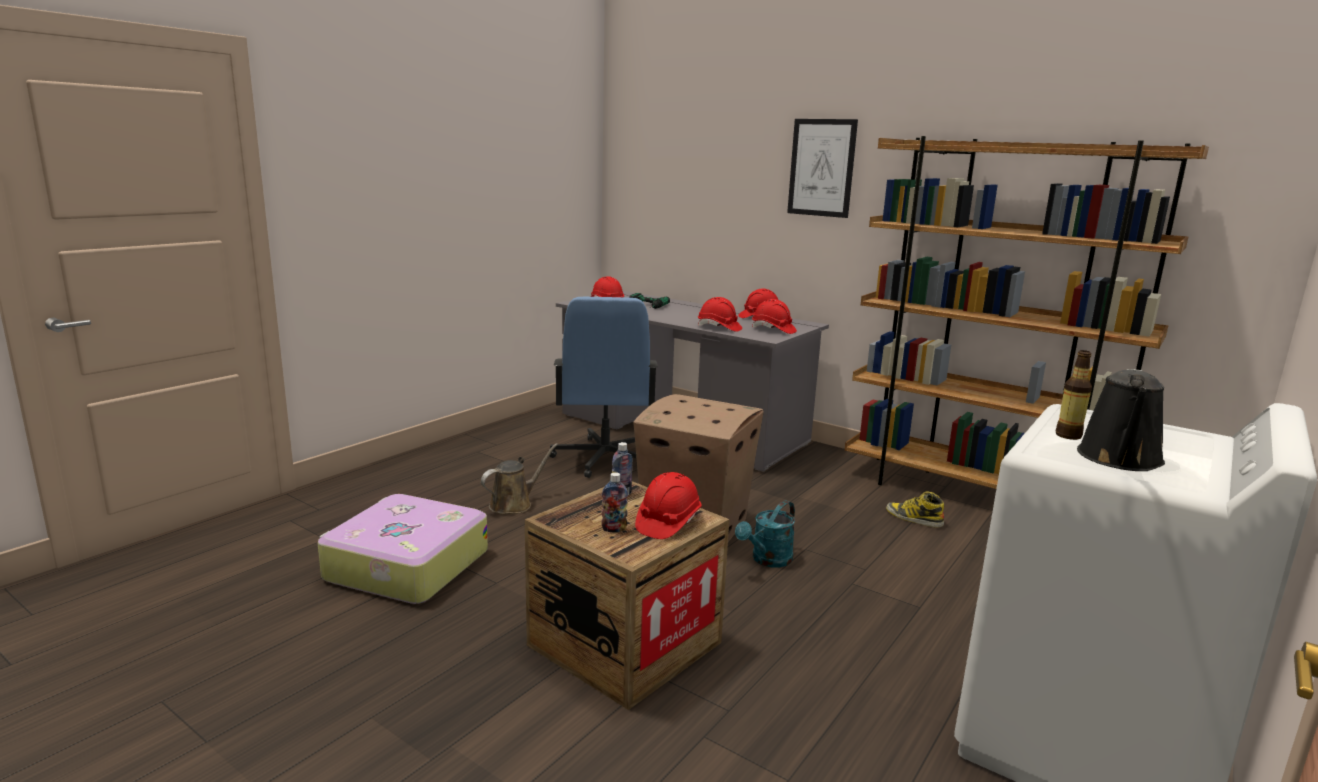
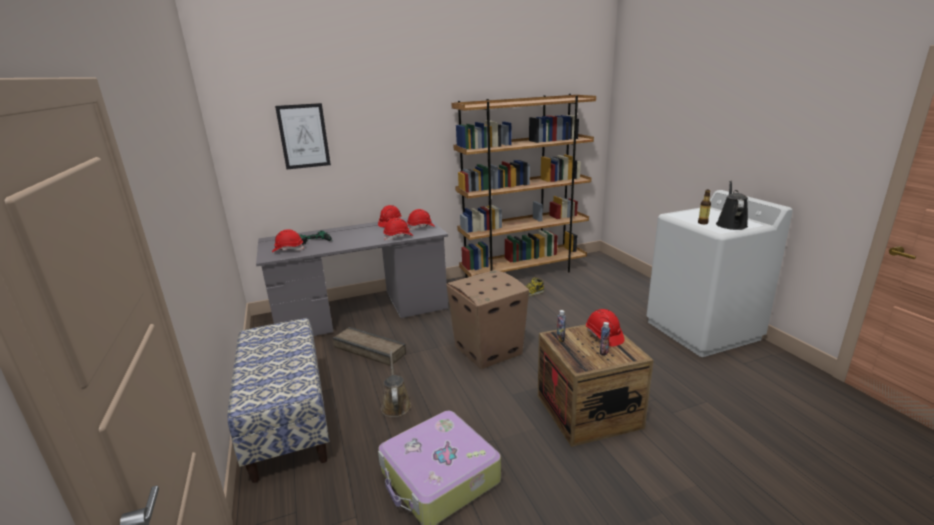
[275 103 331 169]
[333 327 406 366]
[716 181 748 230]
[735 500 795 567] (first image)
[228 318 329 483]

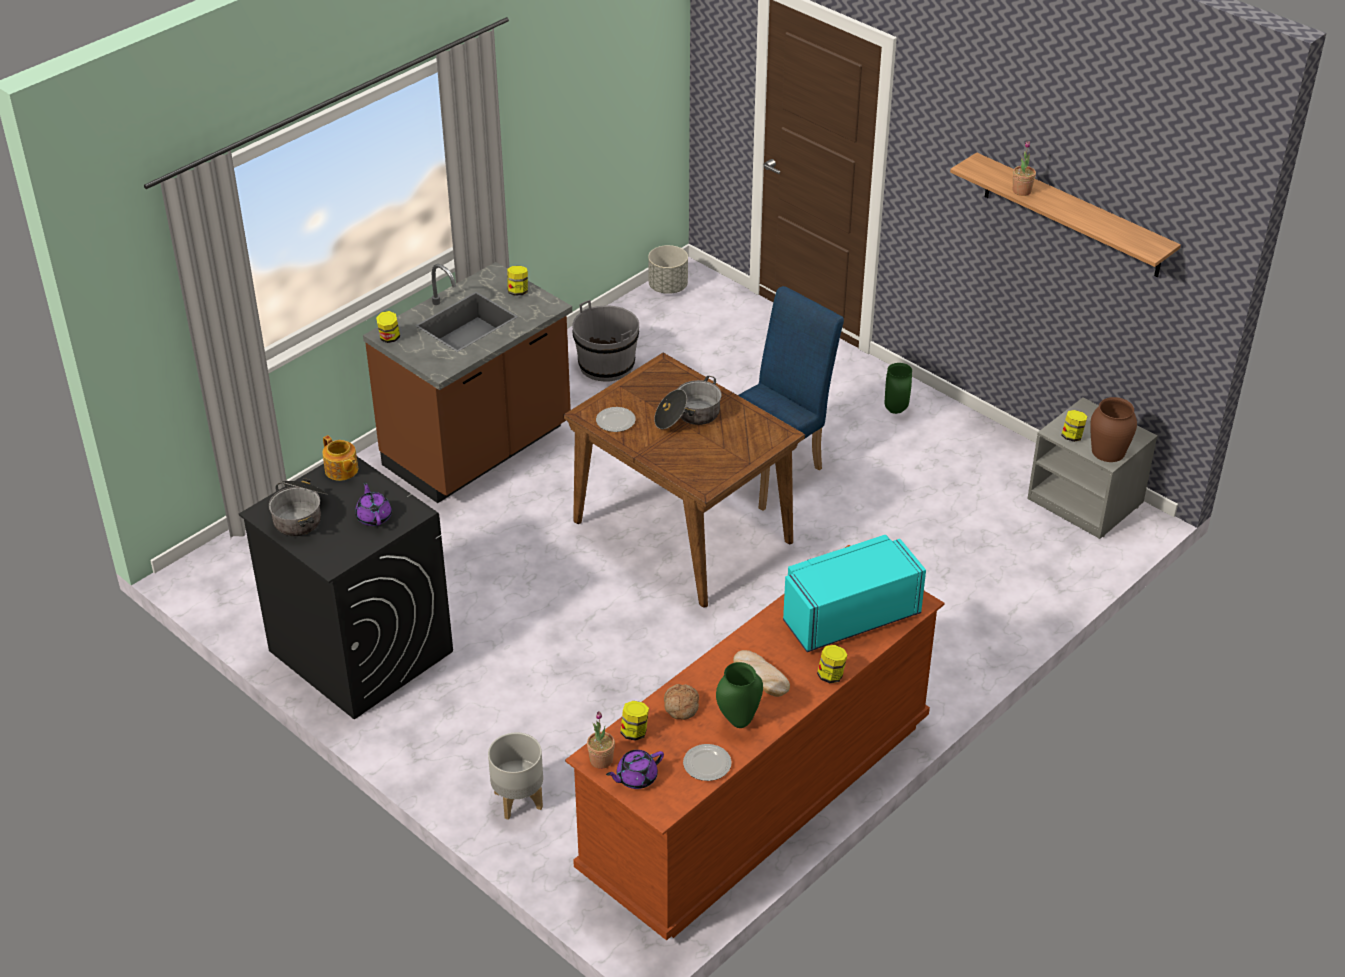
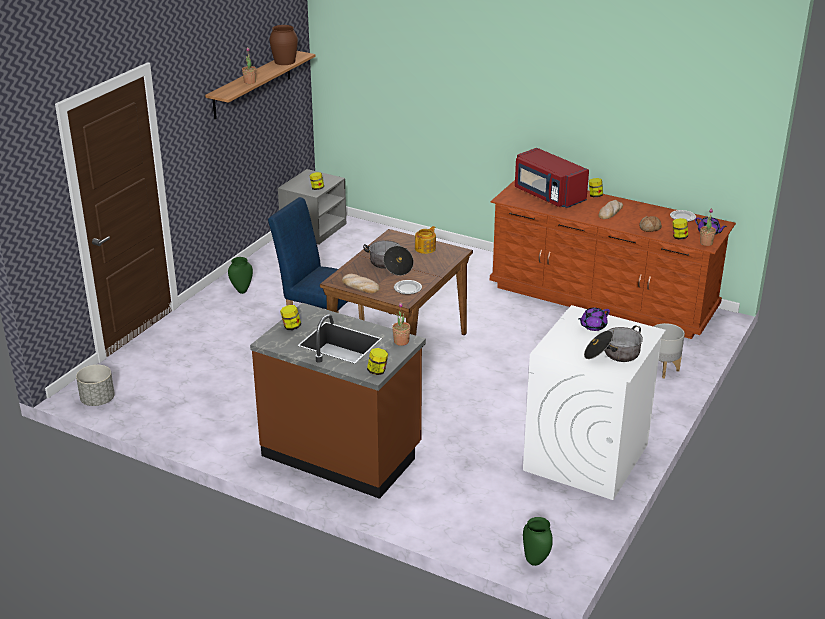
[572 300 639 382] (first image)
[270 25 298 65]
[415 226 436 254]
[523 305 666 500]
[515 148 589 208]
[523 517 553 566]
[342 274 380 293]
[392 302 411 346]

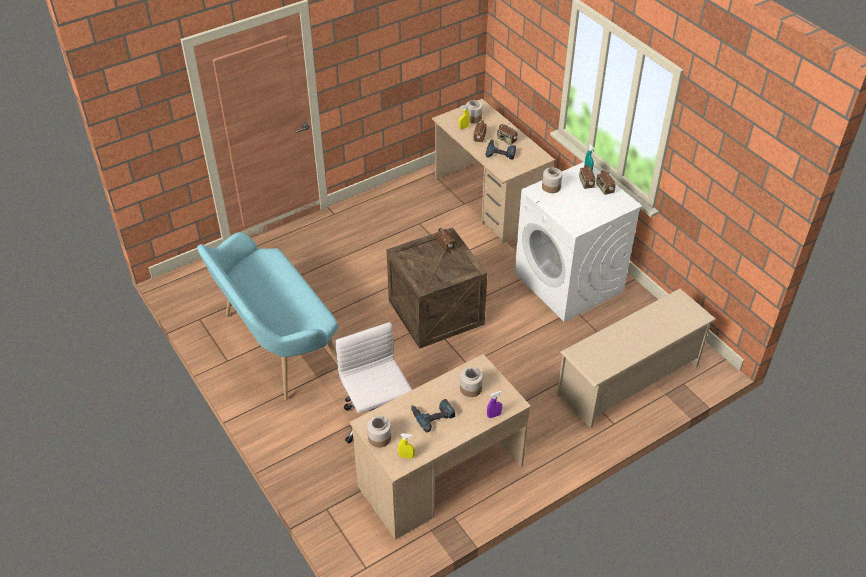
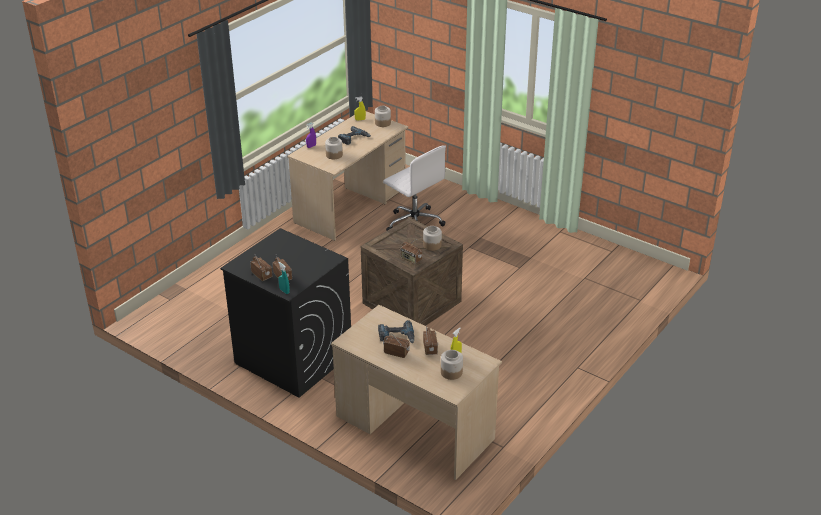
[220 228 351 398]
[423 226 442 251]
[197 232 338 400] (first image)
[557 288 716 428] (first image)

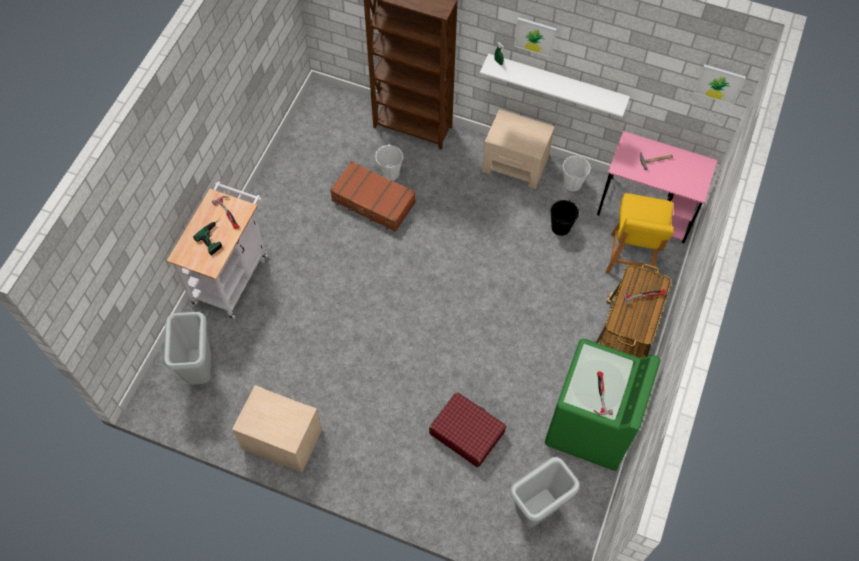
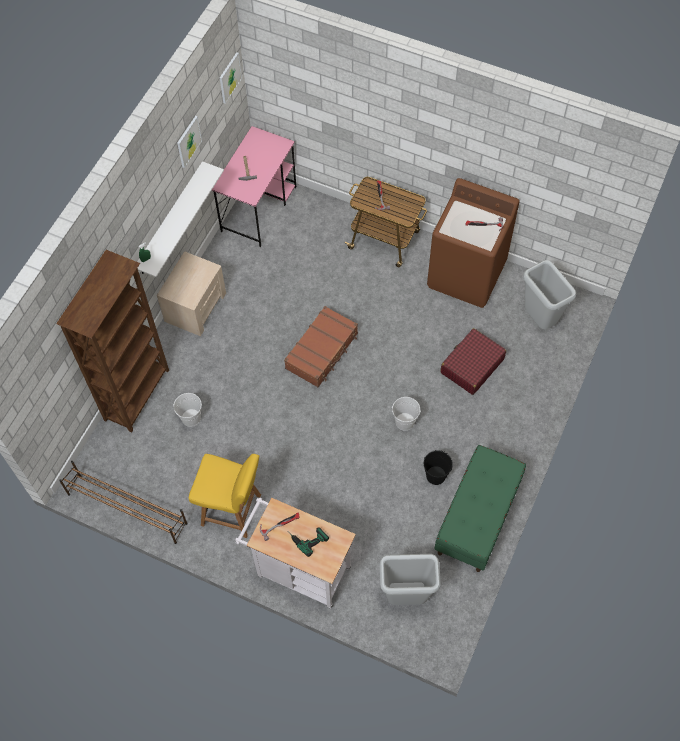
[177 116 202 168]
[392 397 421 431]
[284 306 358 387]
[189 454 261 538]
[424 450 453 485]
[427 178 520 308]
[434 445 526 572]
[59 461 188 544]

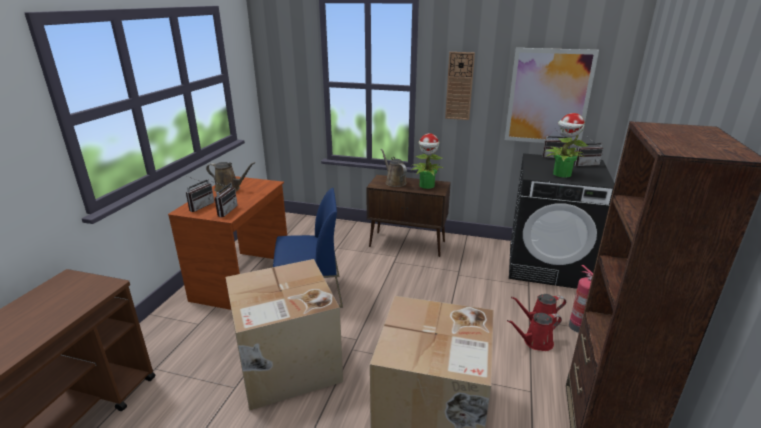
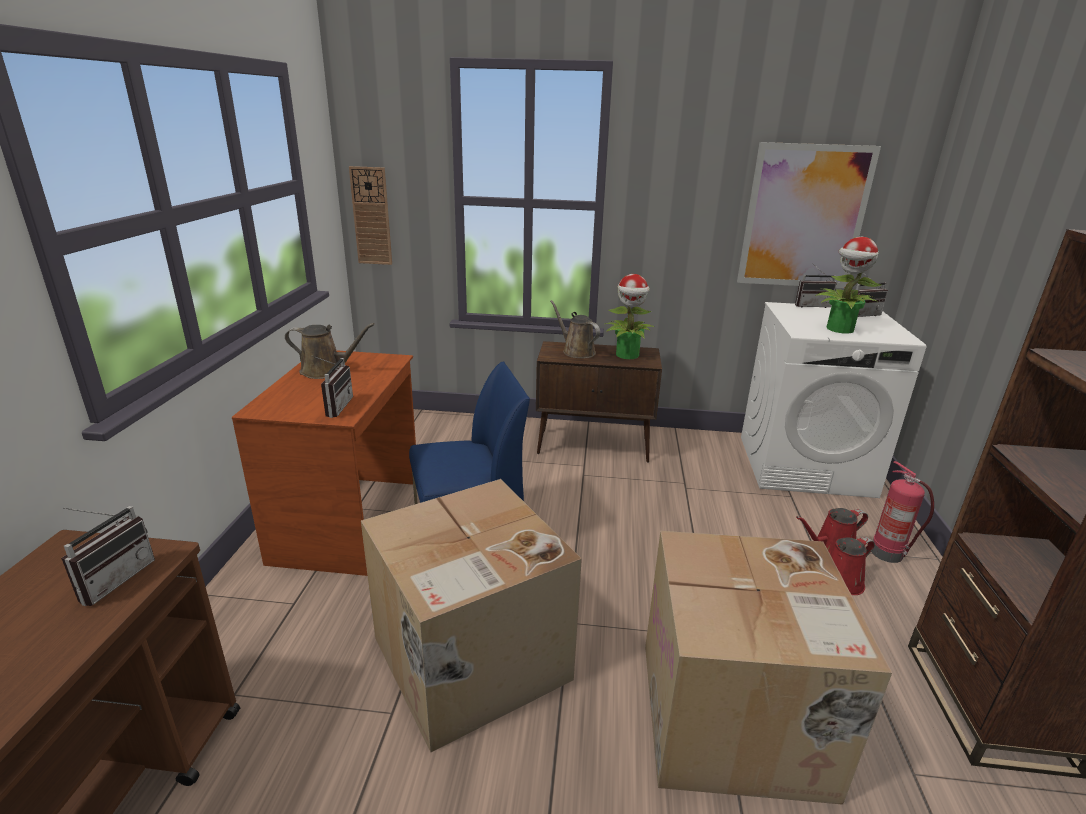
[349 166 392 265]
[741 302 926 498]
[61 506 155 606]

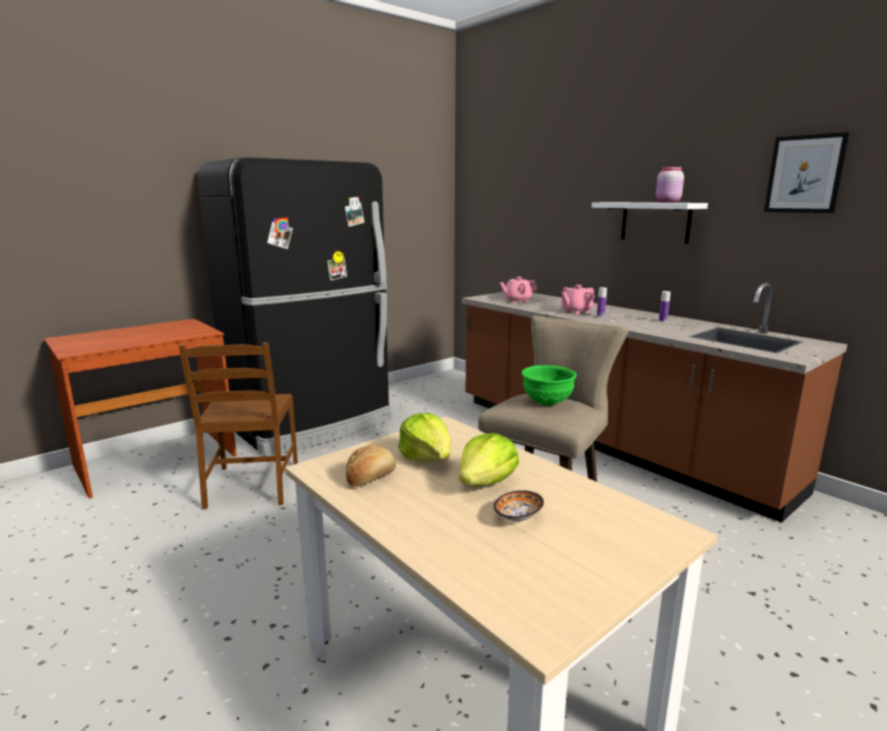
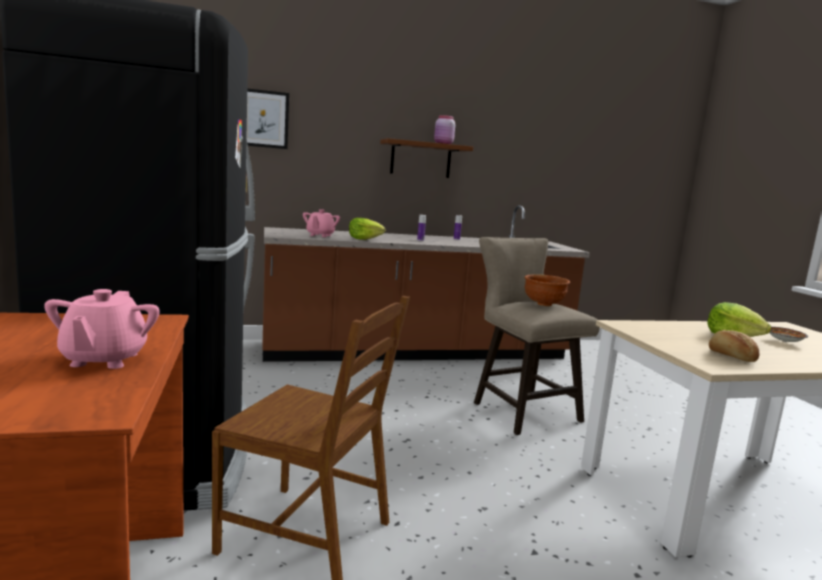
[247 89 289 149]
[380 138 473 178]
[44 289 160 369]
[525 274 570 306]
[349 218 385 240]

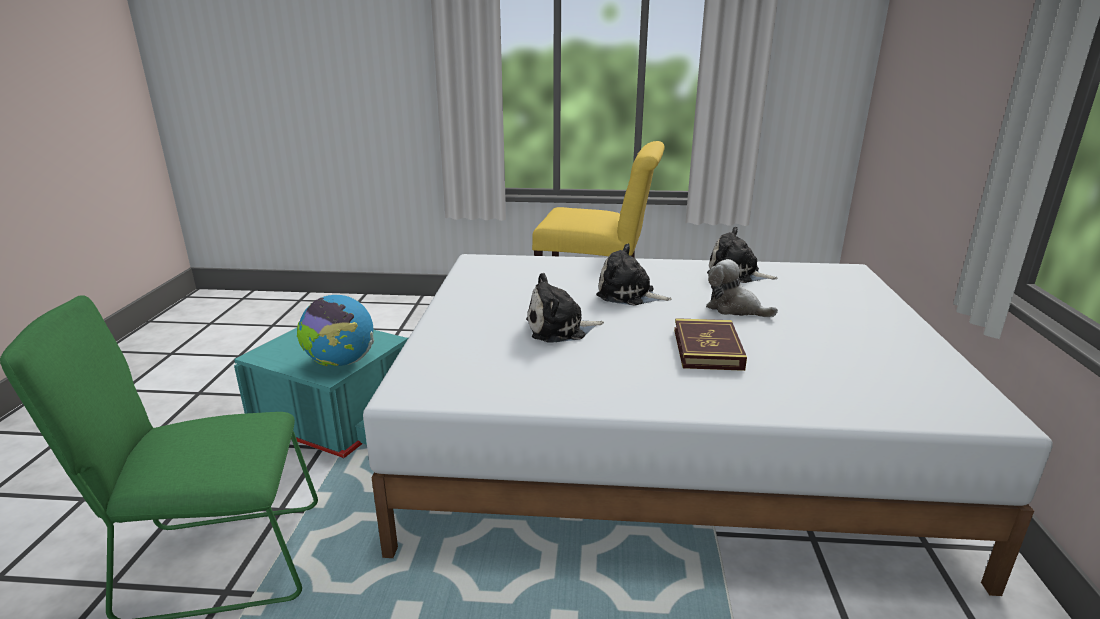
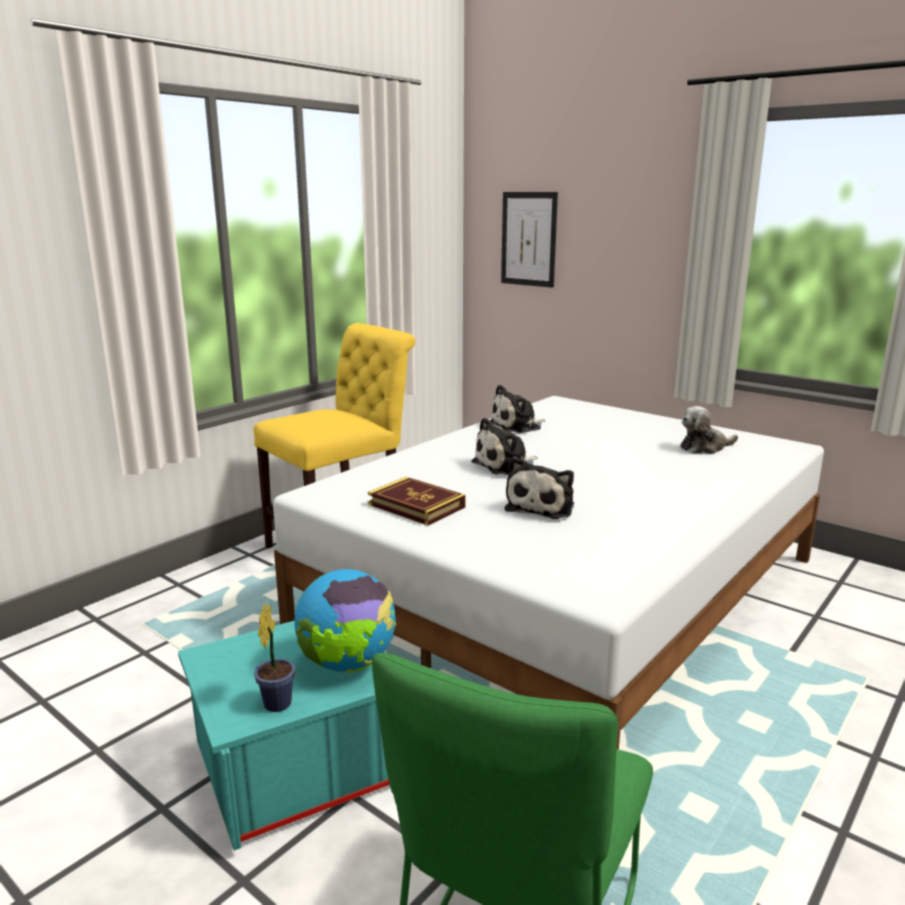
[680 406 738 454]
[368 477 465 526]
[501 192 558 288]
[254 603 295 712]

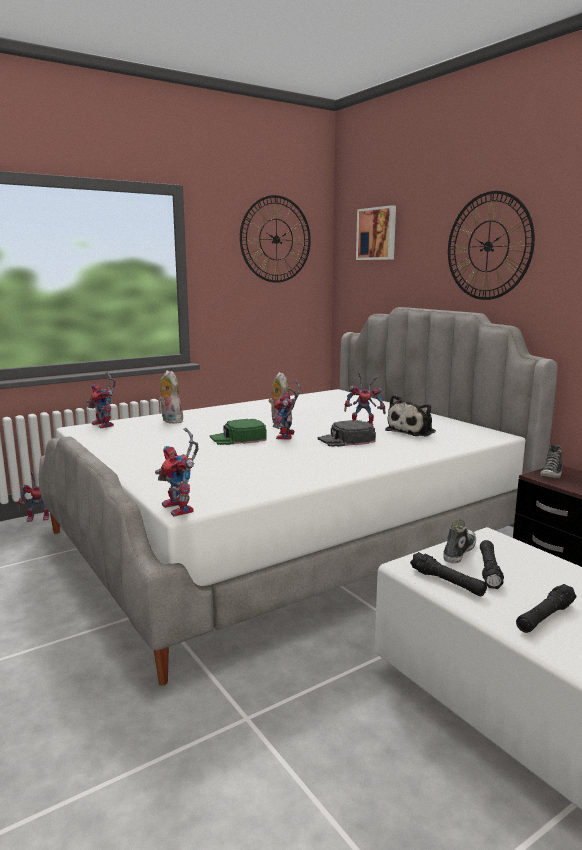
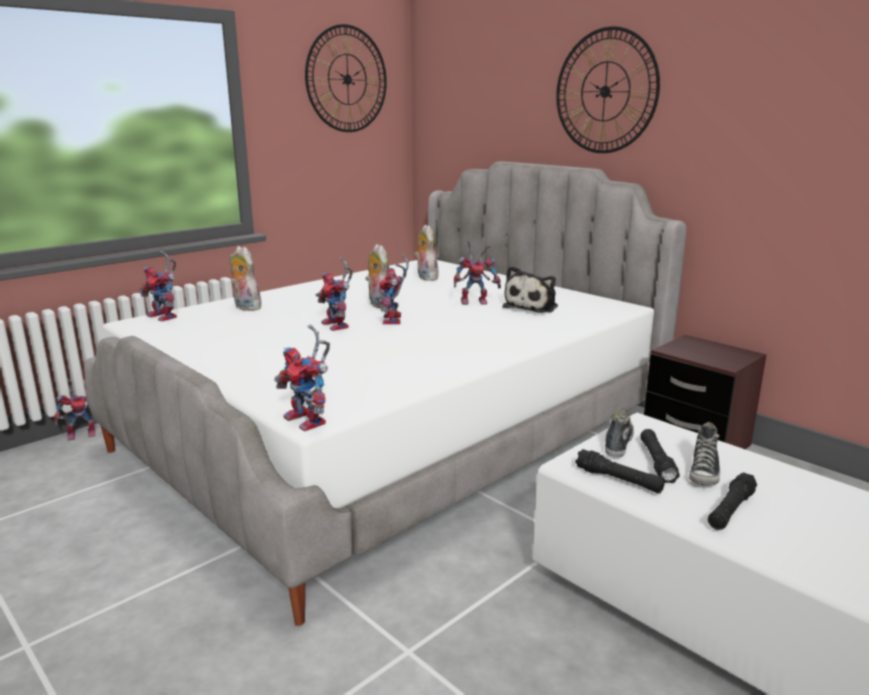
[356 205 396 260] (first image)
[316 257 353 331]
[318 420 376 447] (first image)
[689 422 720 485]
[414 225 439 281]

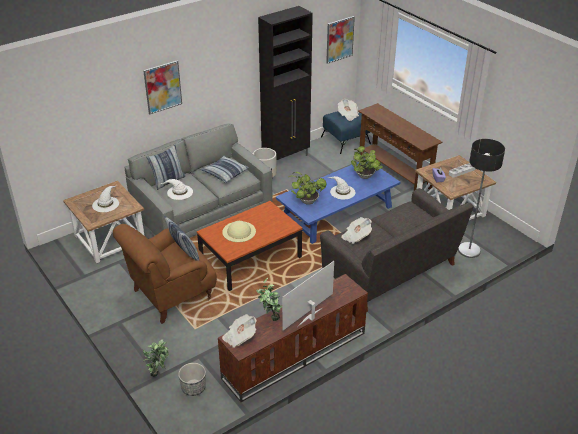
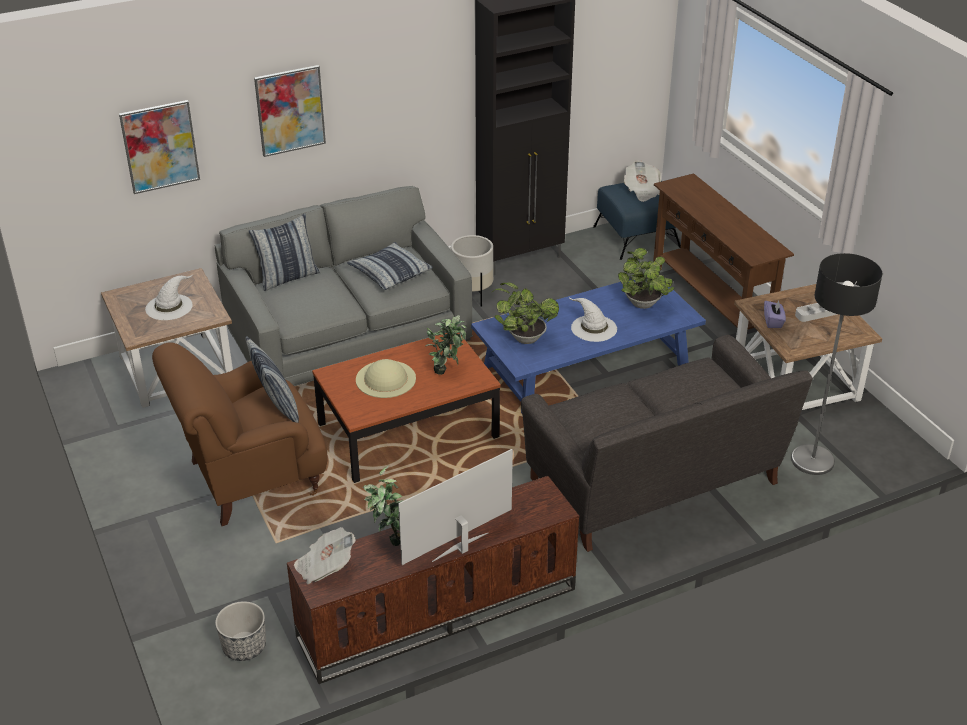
[119 100 200 194]
[160 179 193 200] (first image)
[341 217 372 244] (first image)
[425 315 466 375]

